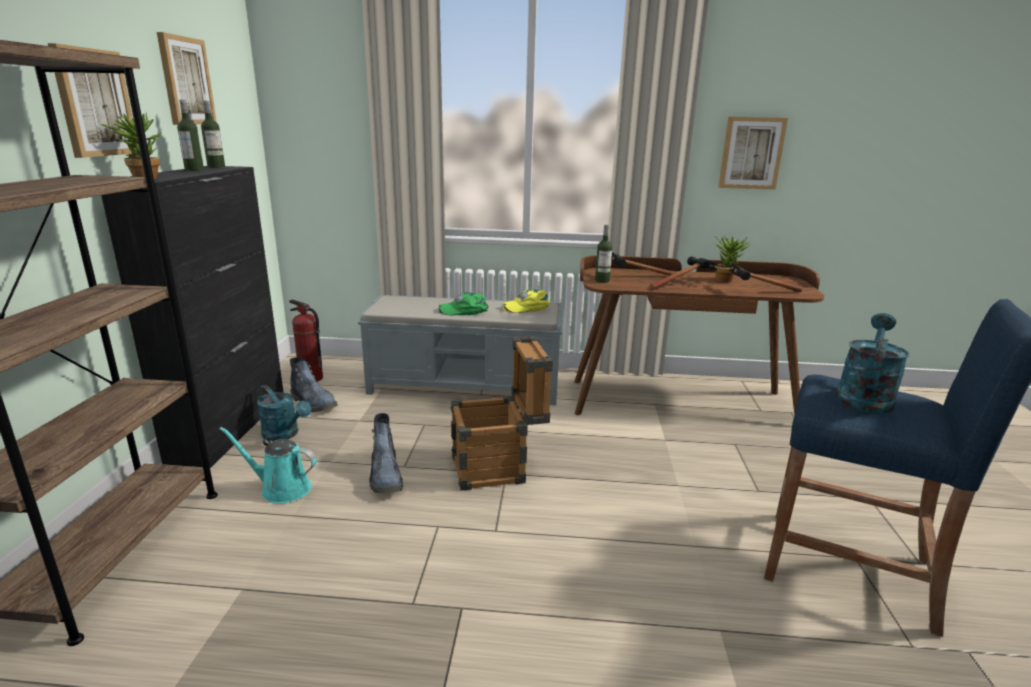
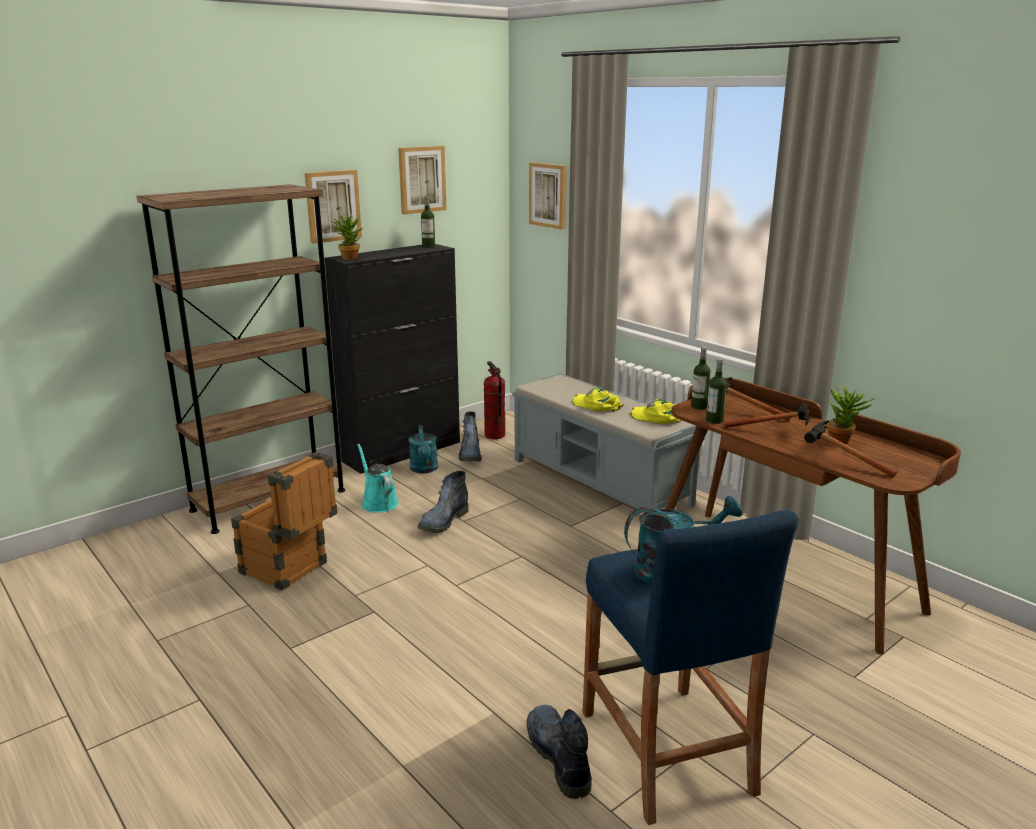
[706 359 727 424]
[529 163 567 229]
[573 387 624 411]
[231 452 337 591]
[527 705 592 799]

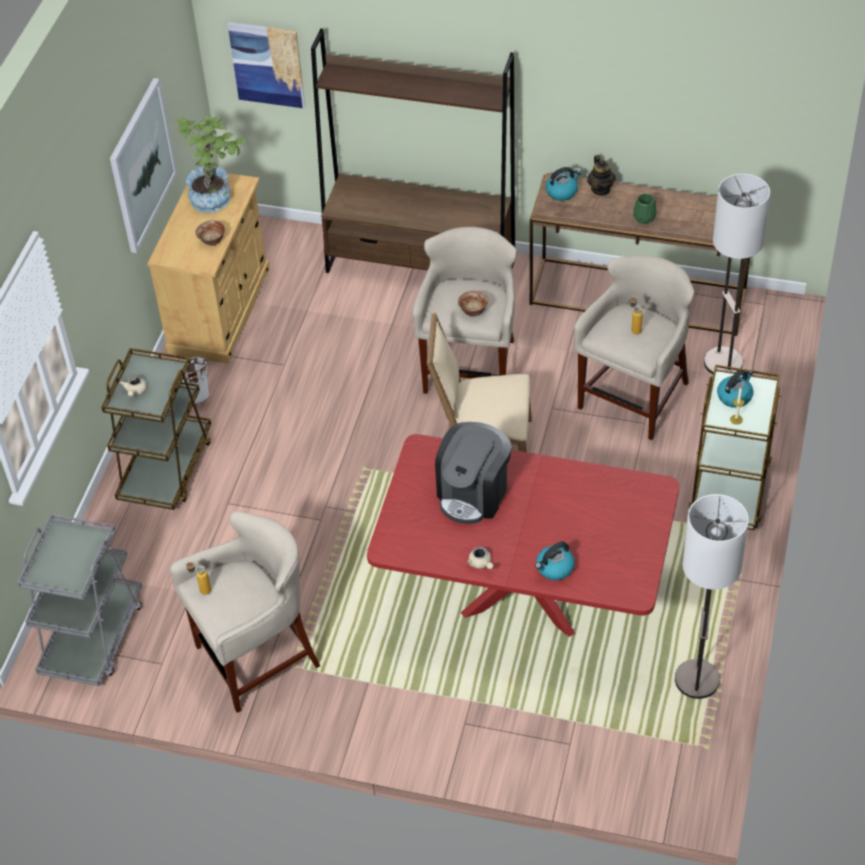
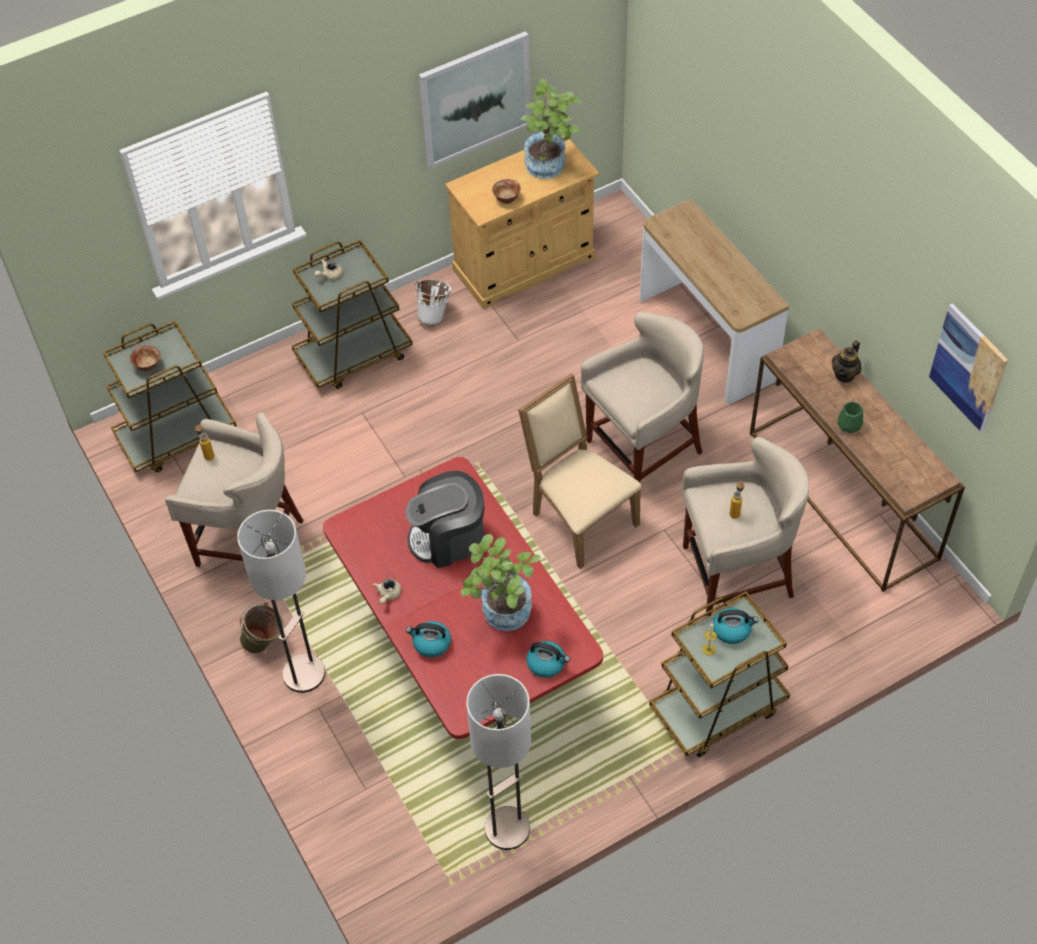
[929 303 1008 432]
[640 199 789 404]
[526 641 570 678]
[237 510 325 693]
[130 345 161 372]
[103 321 237 472]
[461 534 540 631]
[240 602 284 654]

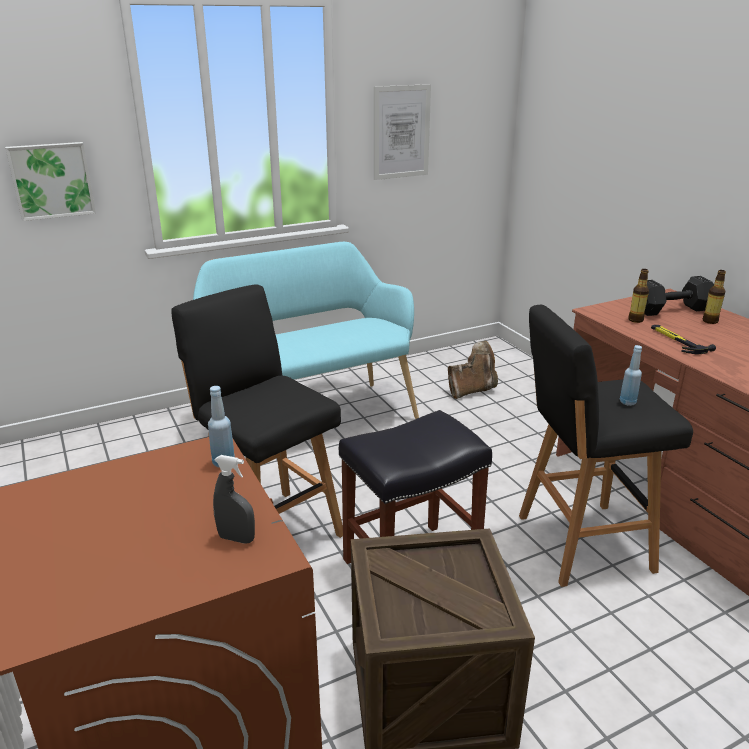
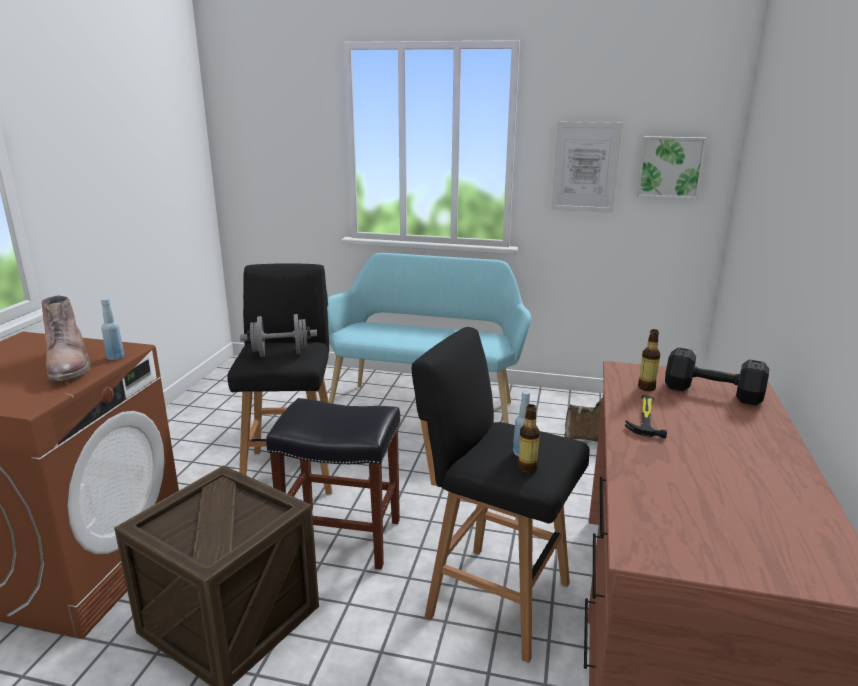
[637 136 707 199]
[517 404 540 474]
[213 455 255 544] (first image)
[42 295 91 381]
[240 314 317 357]

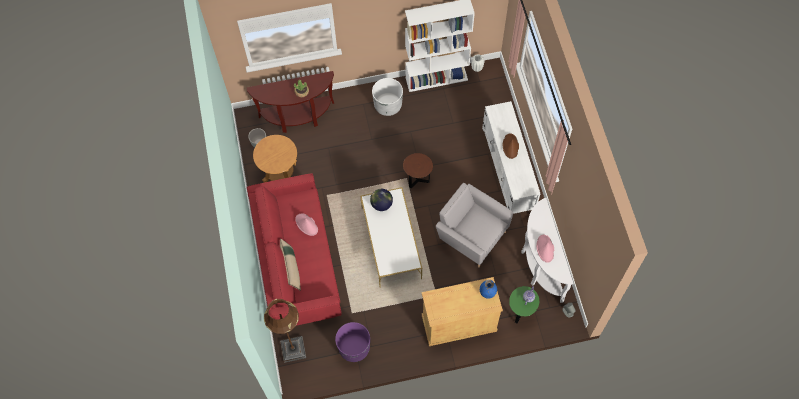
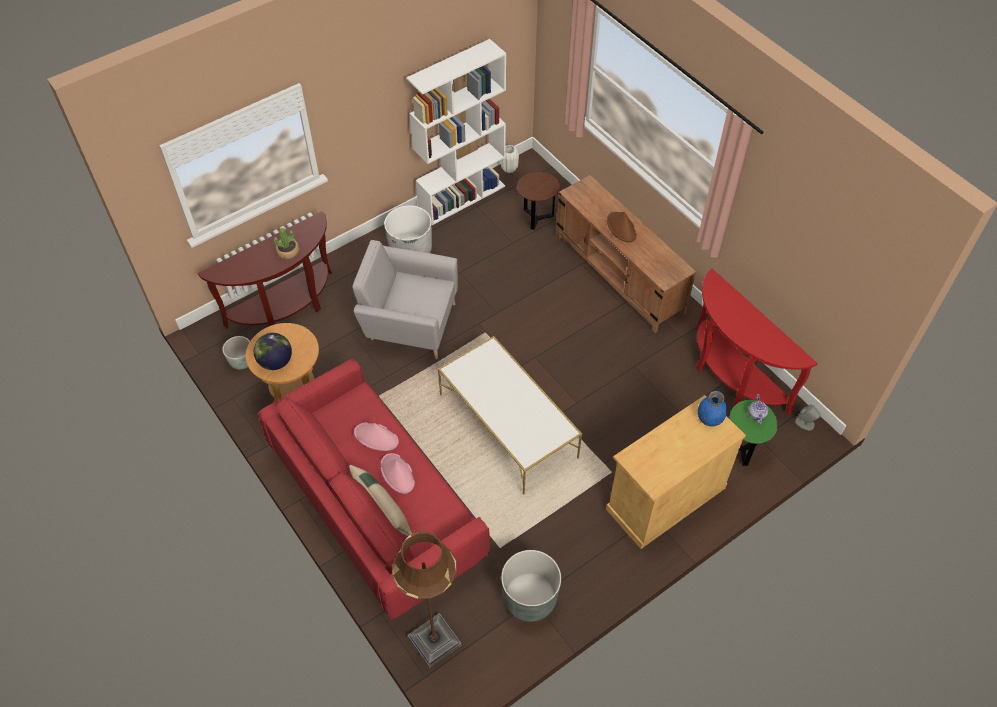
[556 175 696 333]
[517 172 560 230]
[352 240 458 359]
[254 333 292 370]
[696 269 817 415]
[381 453 415 494]
[501 550 561 622]

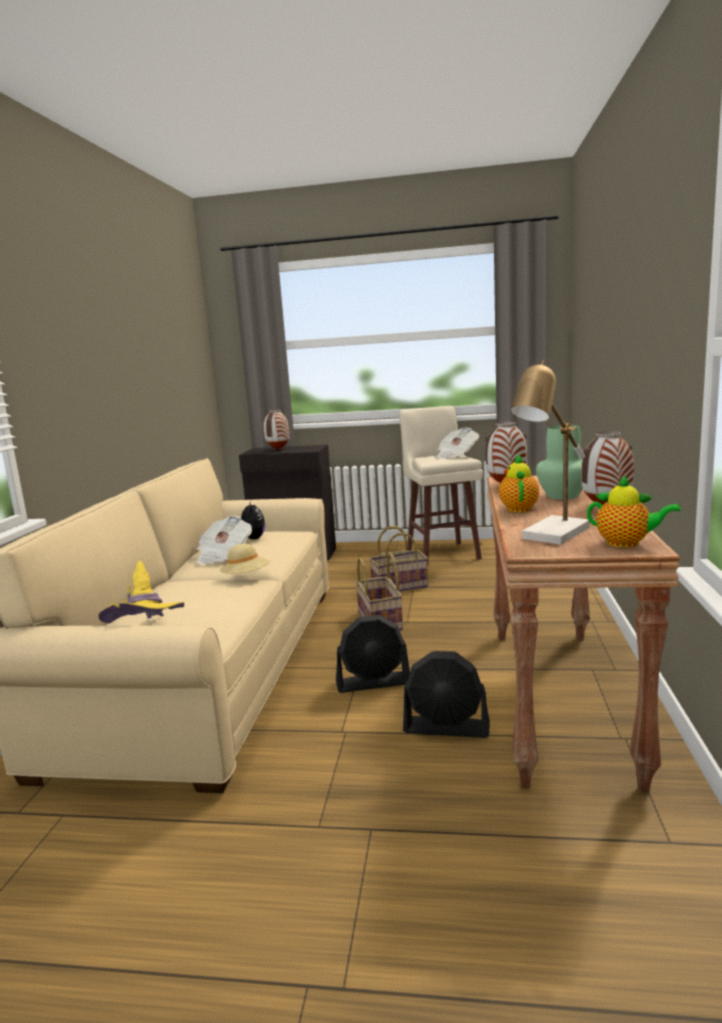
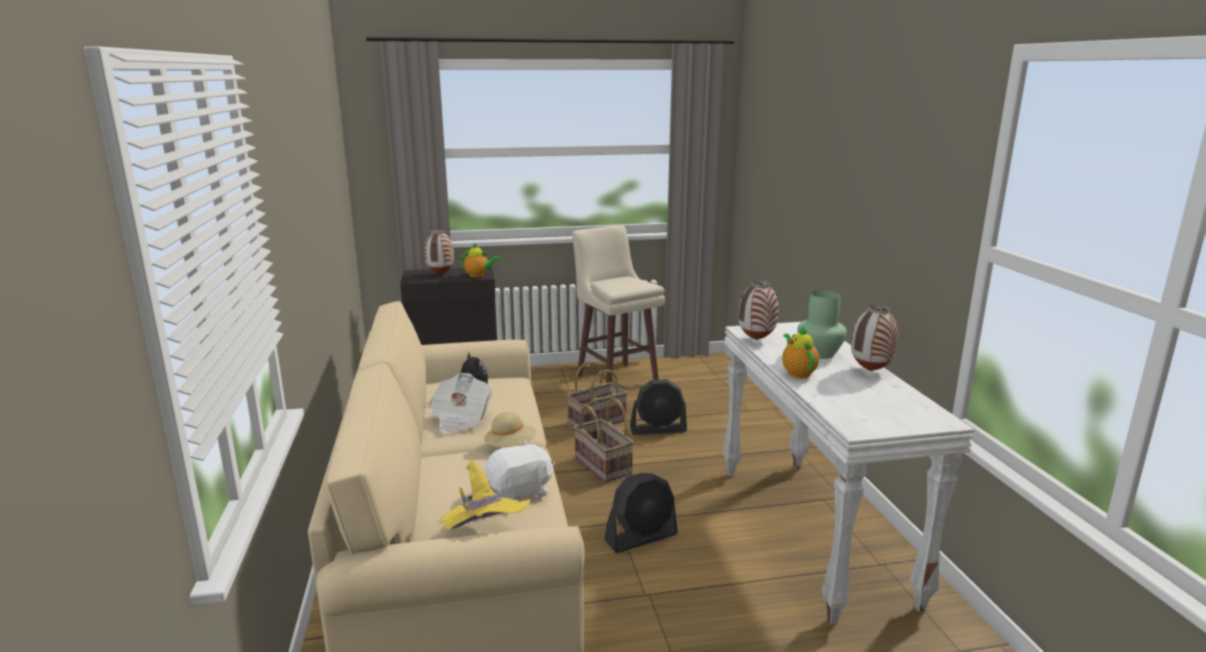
[510 360 590 545] (first image)
[437 428 479 459] (first image)
[460 243 500 277]
[723 322 975 625]
[630 379 687 435]
[485 441 555 501]

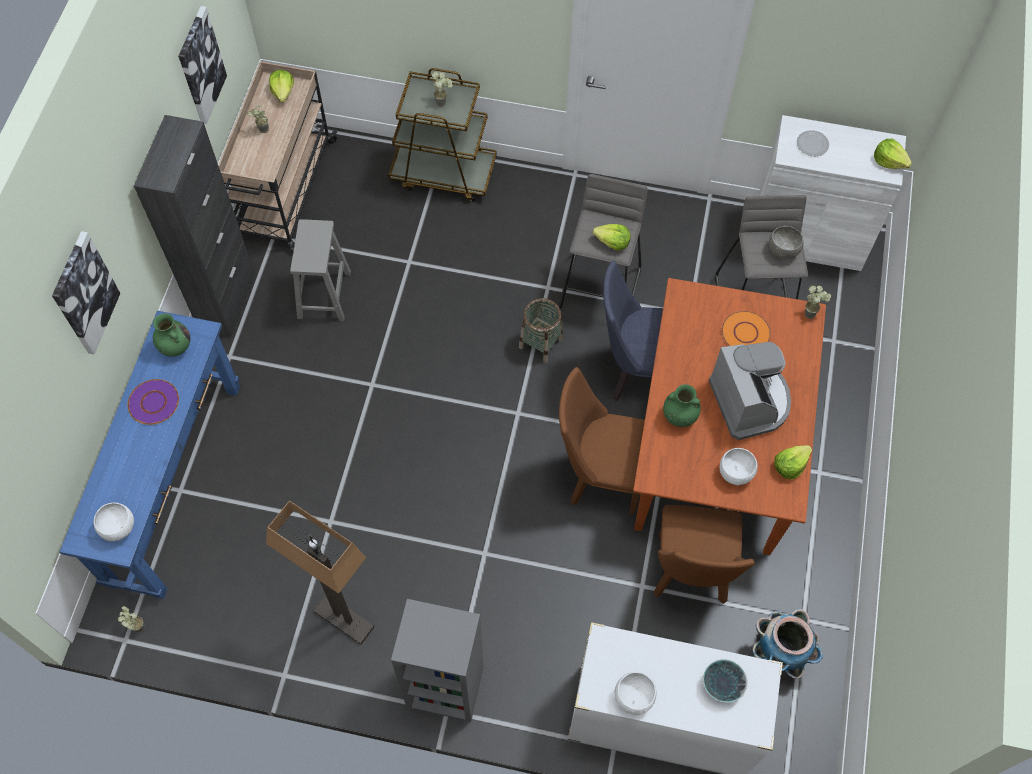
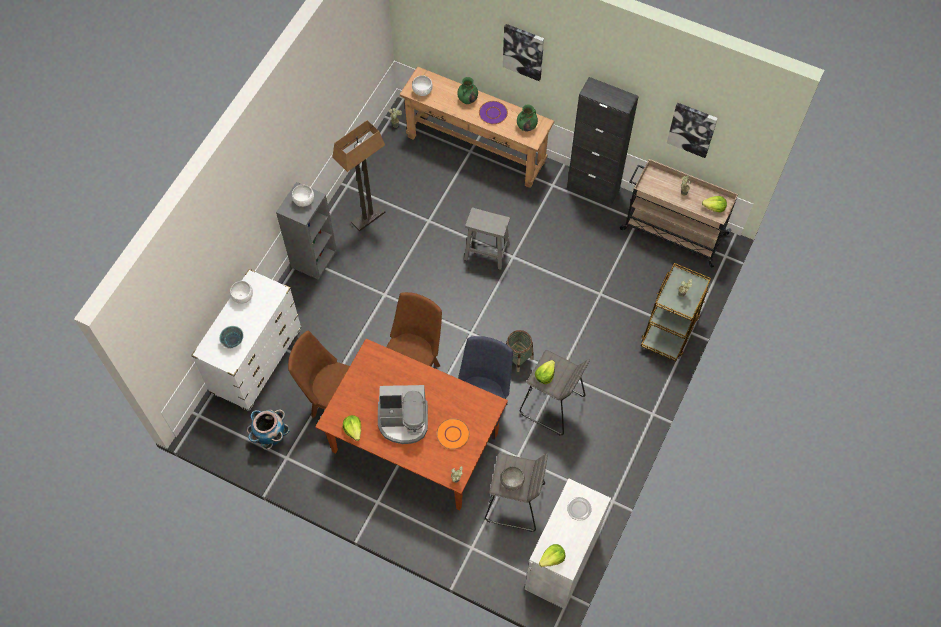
[464 208 510 270]
[399 67 554 188]
[457 77 478 104]
[292 185 314 207]

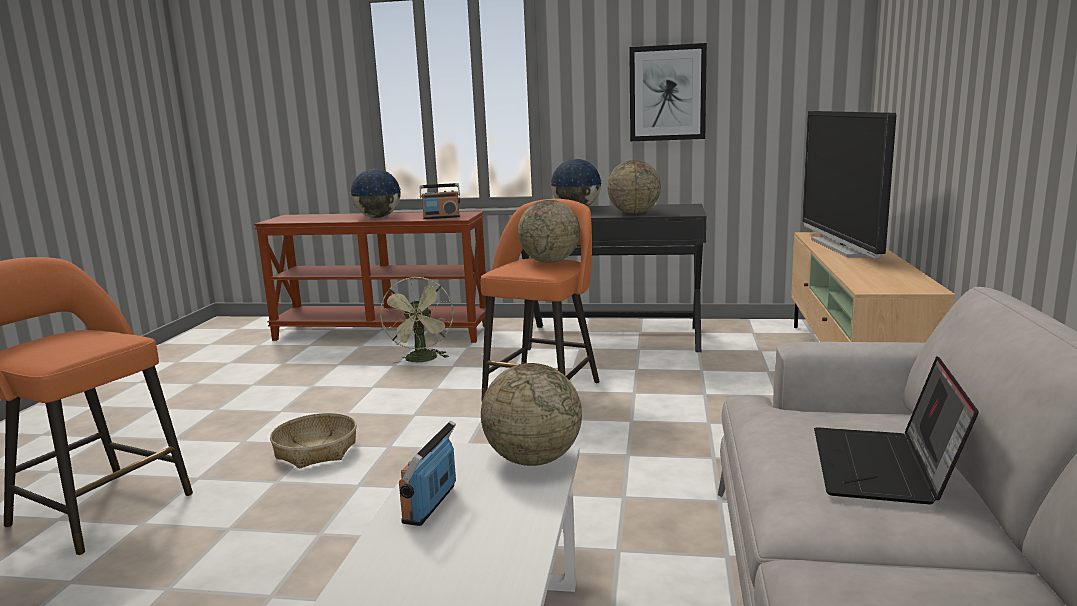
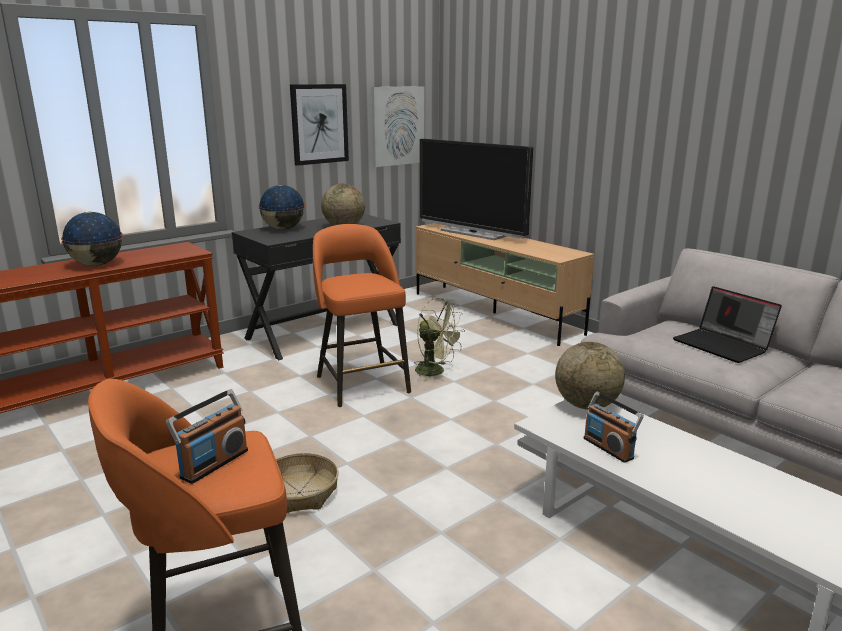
[166 389 248 484]
[518 200 580 263] (first image)
[414 297 465 382]
[371 86 424 167]

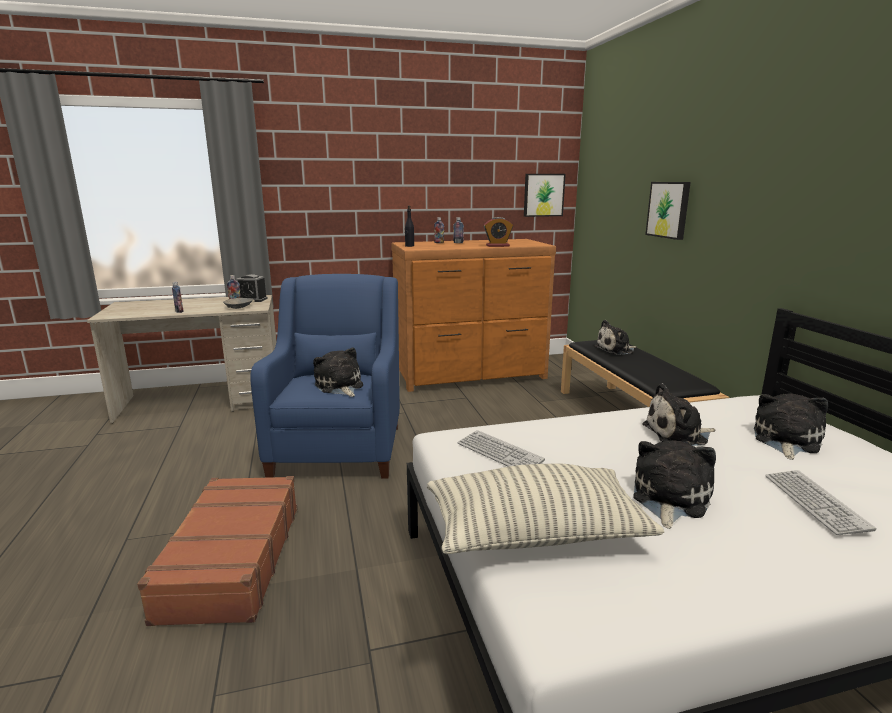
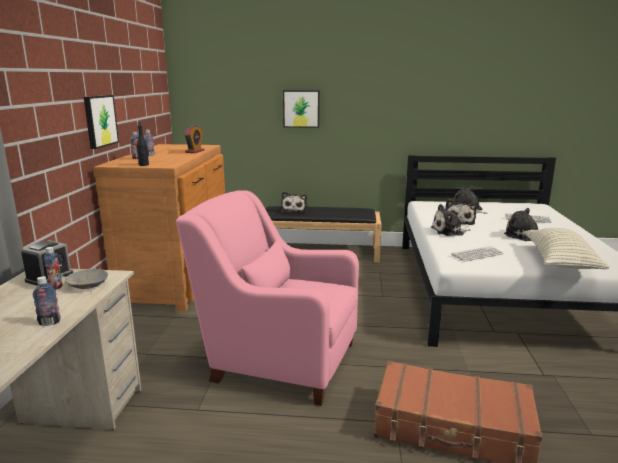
[84 95 119 149]
[176 190 359 406]
[431 204 470 236]

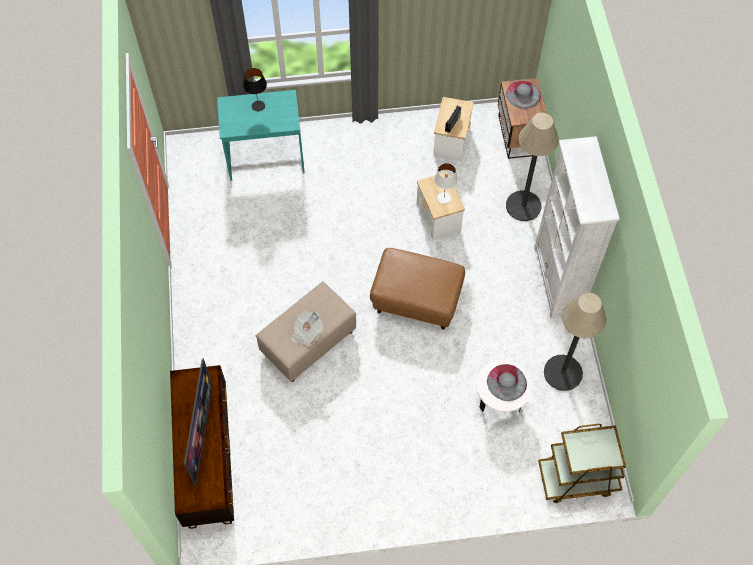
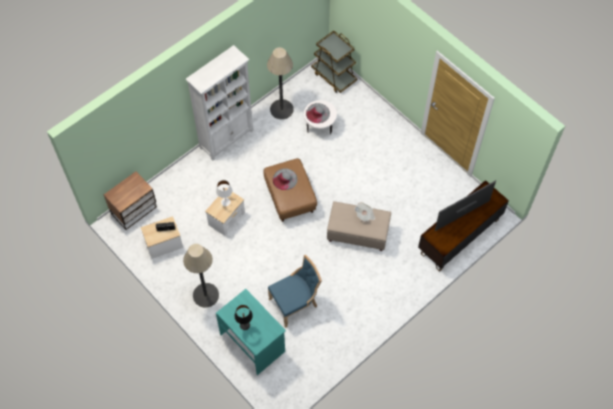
[273 168 297 190]
[183 244 219 308]
[268 255 322 328]

